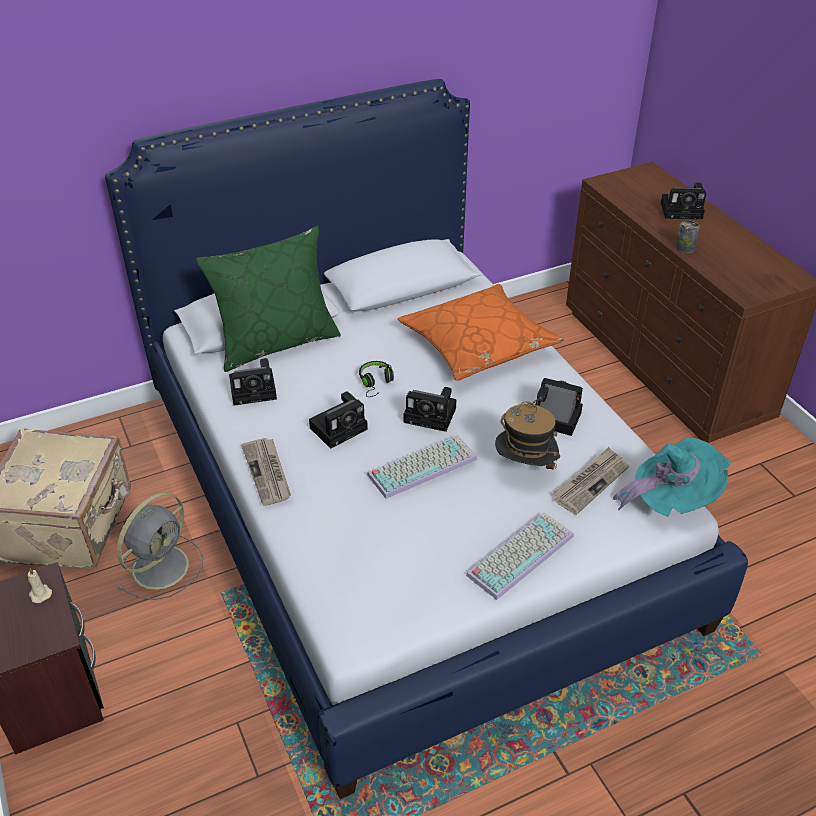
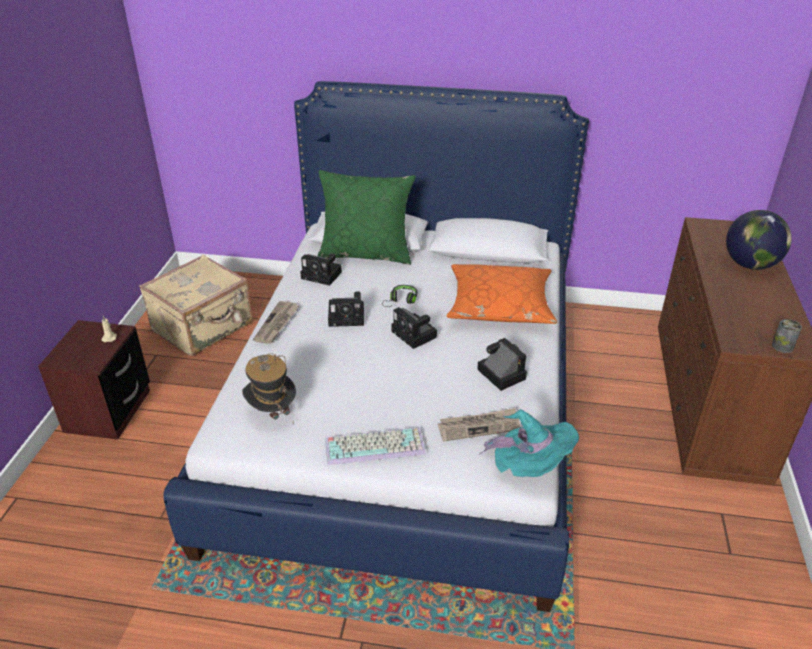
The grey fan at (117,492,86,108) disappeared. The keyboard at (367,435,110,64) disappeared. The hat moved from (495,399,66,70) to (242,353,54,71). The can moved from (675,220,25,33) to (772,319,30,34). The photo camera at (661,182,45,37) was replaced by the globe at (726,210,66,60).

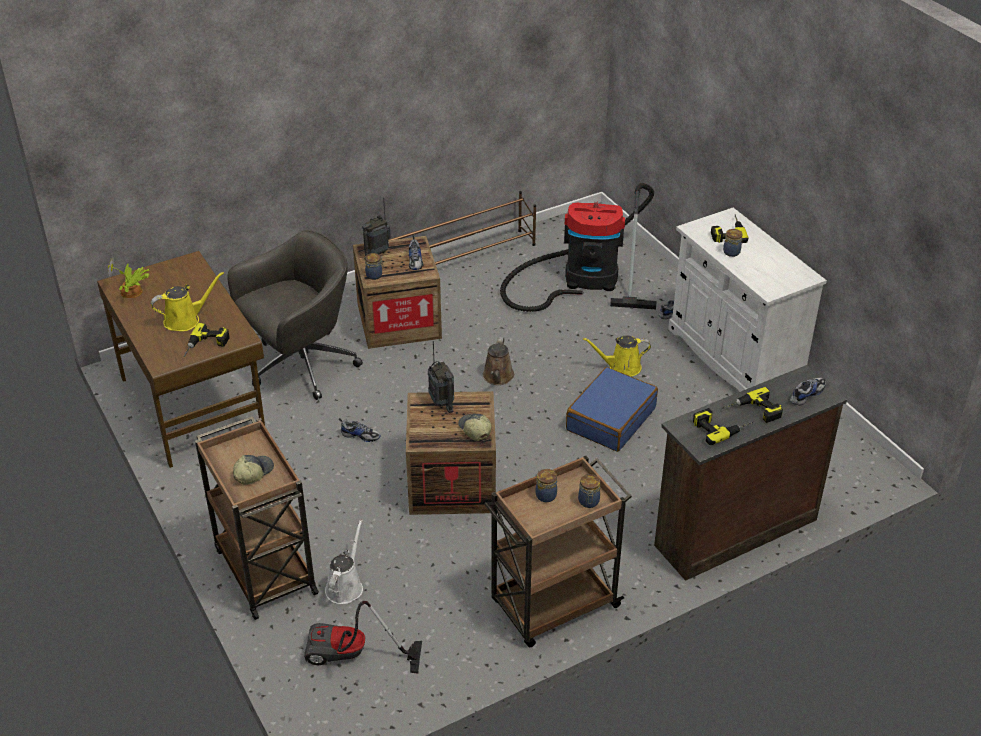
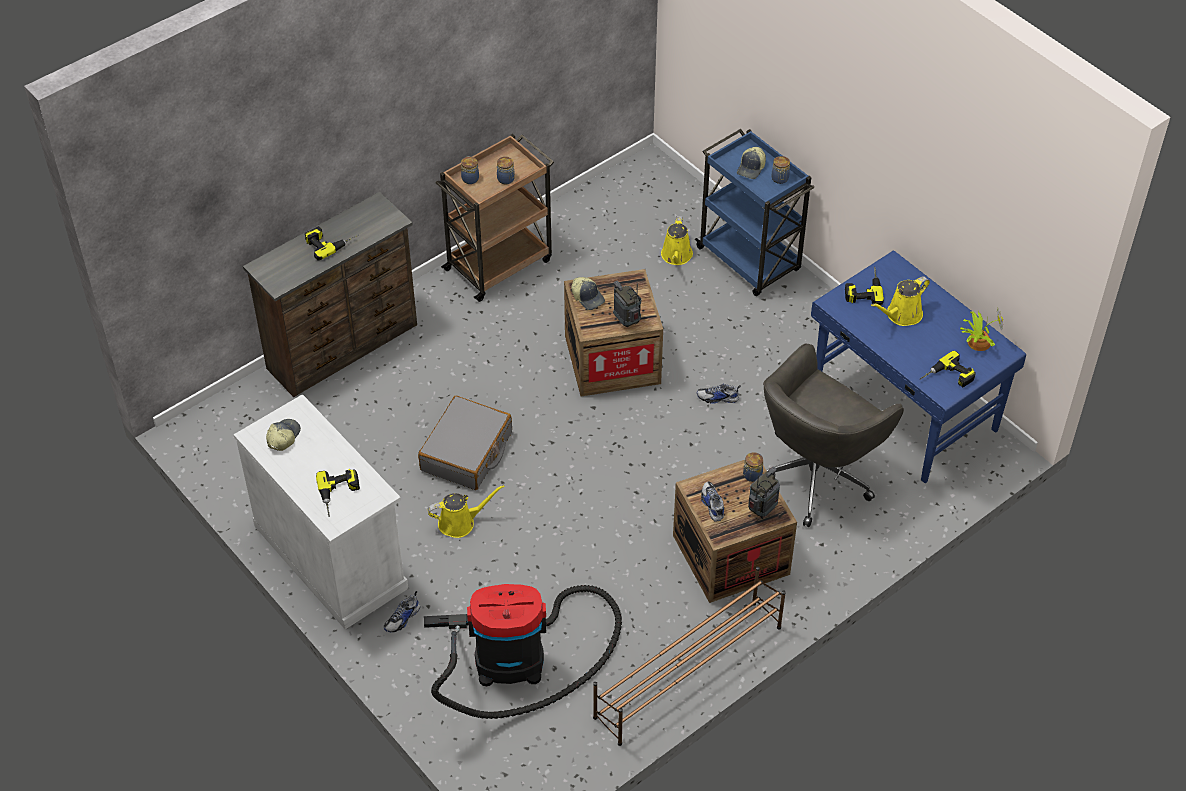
The vacuum cleaner at (304,601,118,73) disappeared. The brown watering can at (483,337,31,48) disappeared. The shoe at (790,378,36,27) disappeared. The cap at (266,419,35,32) appeared. The power drill moved from (693,408,61,37) to (920,351,56,36). The jar moved from (723,229,20,28) to (771,156,19,28). The brown desk at (97,251,168,217) became the blue desk at (811,250,215,233). The brown cart at (195,416,124,204) became the blue cart at (695,129,119,167). The white watering can at (325,519,38,85) became the yellow watering can at (661,216,32,49). The blue suitcase at (566,367,92,85) became the grey suitcase at (418,396,94,94).

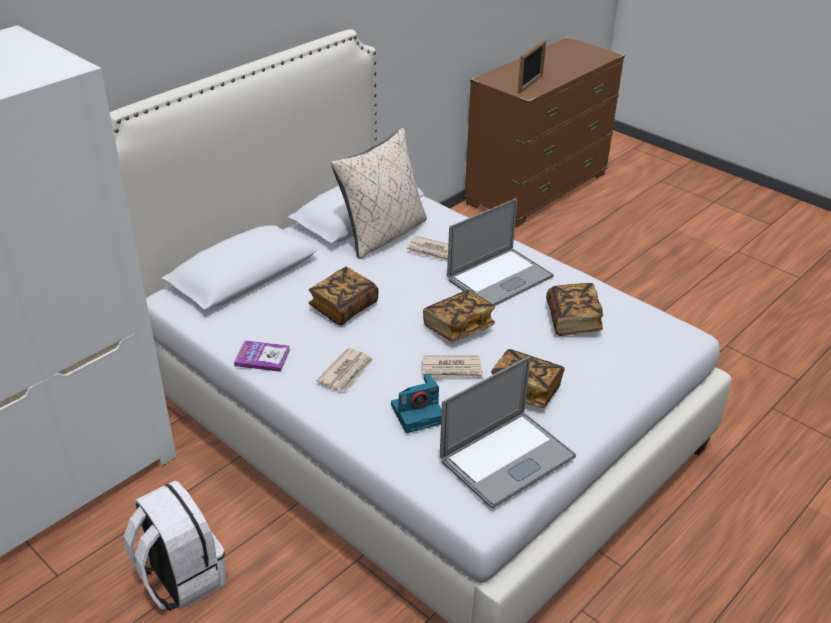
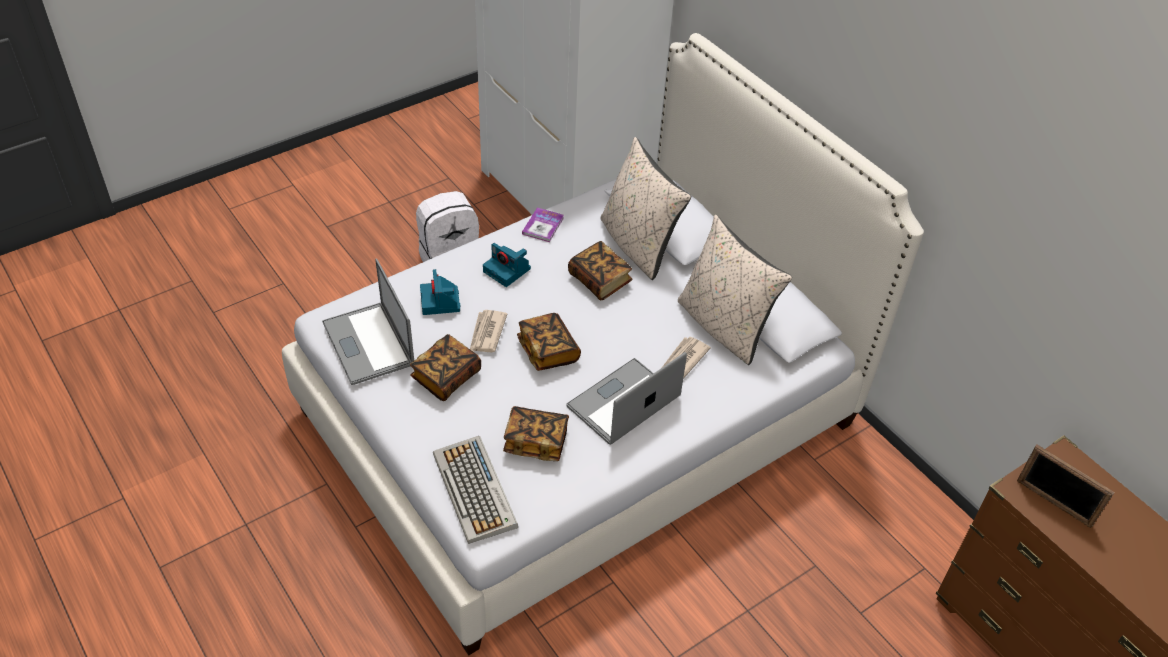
The keyboard at (433,436,85,108) appeared. The beige pillow at (600,137,91,143) appeared. The newspaper at (316,348,57,44) was replaced by the photo camera at (483,243,48,44). The laptop at (447,198,107,108) turned 75 degrees clockwise.

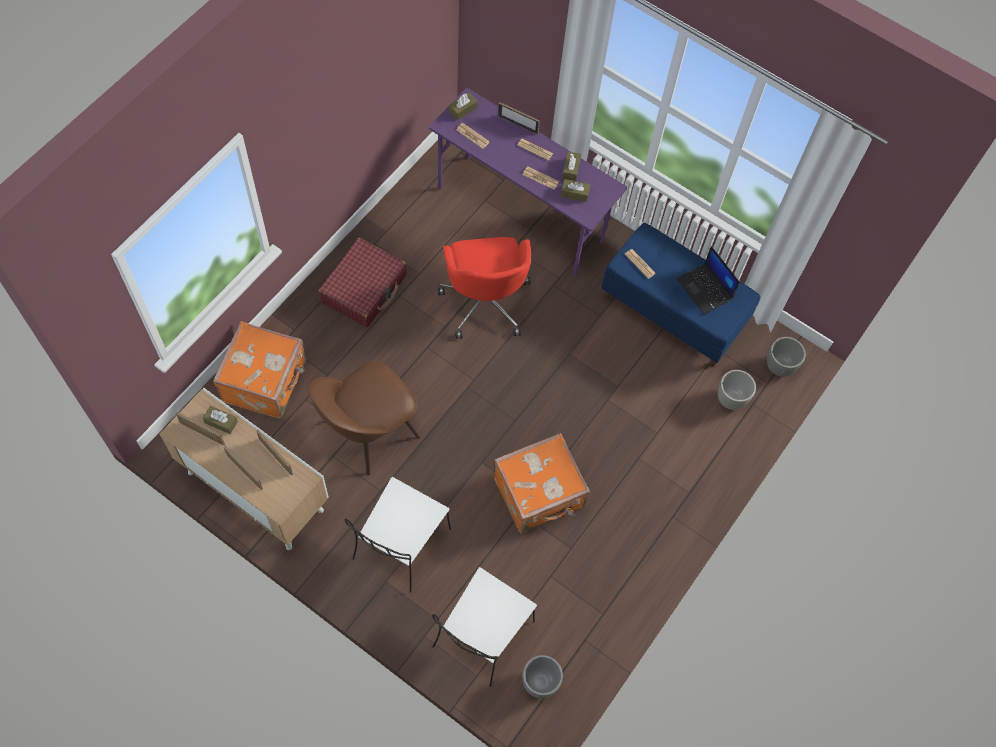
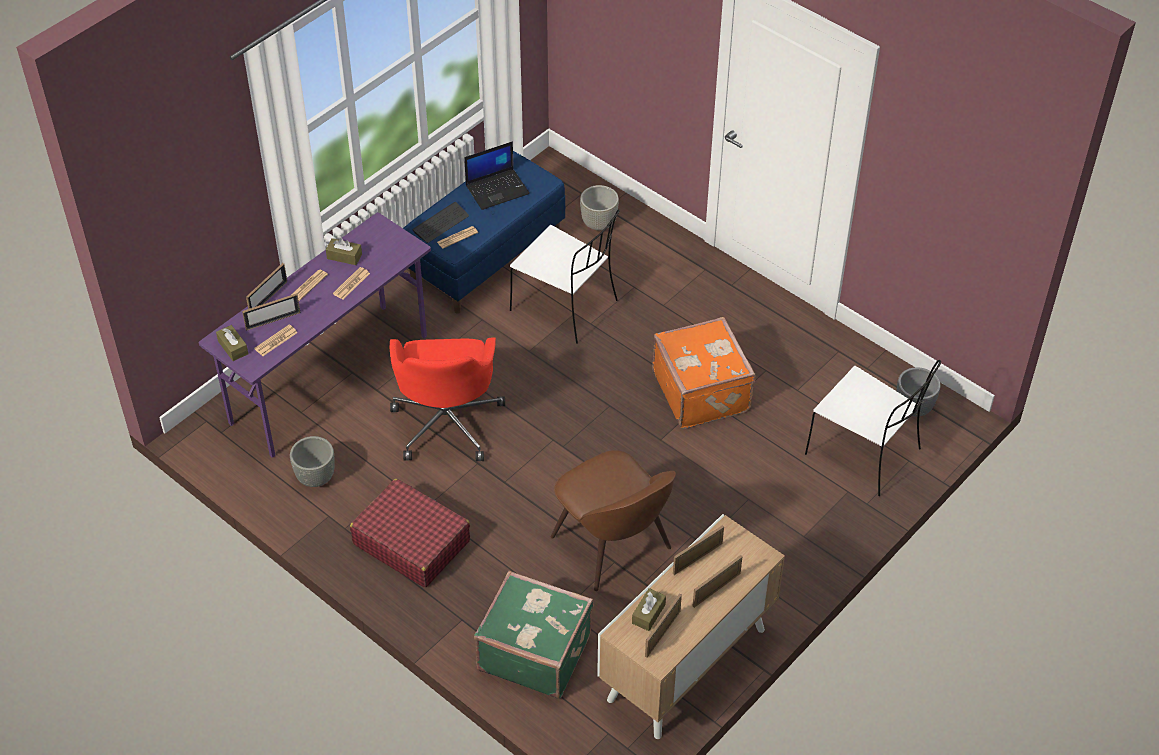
The brown tissue box at (561,179,29,23) disappeared. The picture frame at (242,293,58,38) appeared. The keyboard at (412,202,57,41) appeared. The white chair moved from (345,477,106,115) to (510,209,110,135). The grey planter moved from (767,337,39,40) to (290,436,45,51). The orange suitcase at (213,321,93,98) became the green suitcase at (474,571,119,128). The red office chair at (438,237,93,102) turned 90 degrees clockwise.

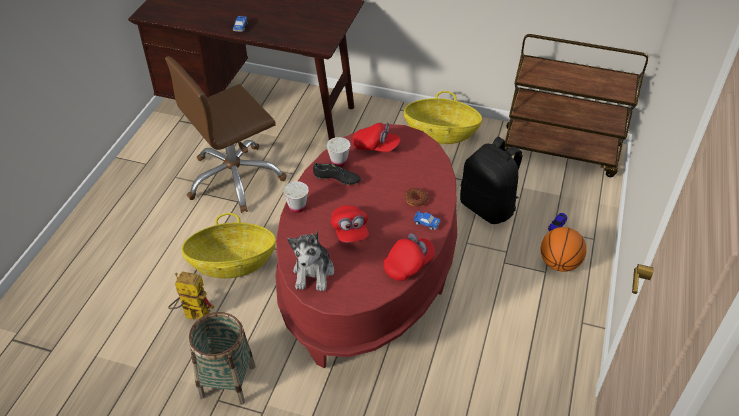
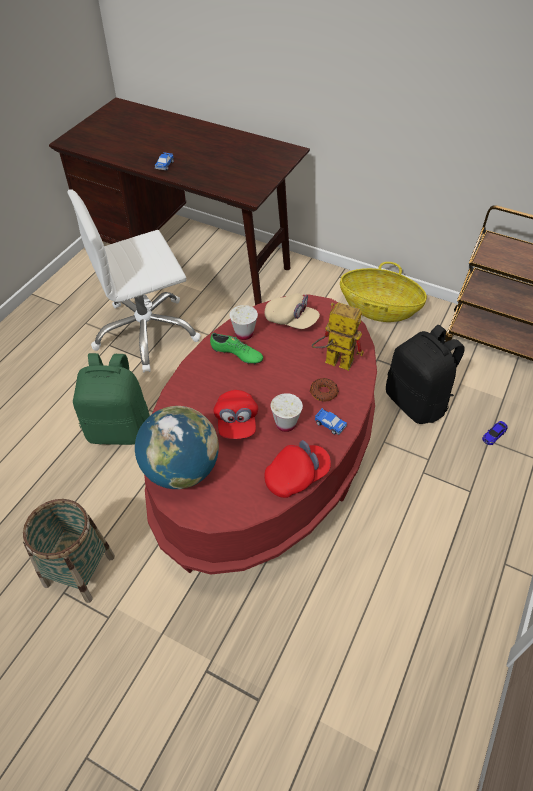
The basketball at (541,227,46,45) disappeared. The toy robot moved from (168,271,46,49) to (311,302,53,69). The white cup moved from (283,181,26,32) to (271,393,32,39). The basket at (182,213,94,65) was replaced by the green backpack at (73,353,77,92). The plush toy at (288,231,46,60) was replaced by the globe at (135,406,84,83). The brown office chair at (165,56,121,157) became the white office chair at (67,189,134,183). The black shoe at (313,163,48,23) became the green shoe at (210,333,53,31). The red cap at (353,123,48,29) became the beige cap at (265,293,55,36).

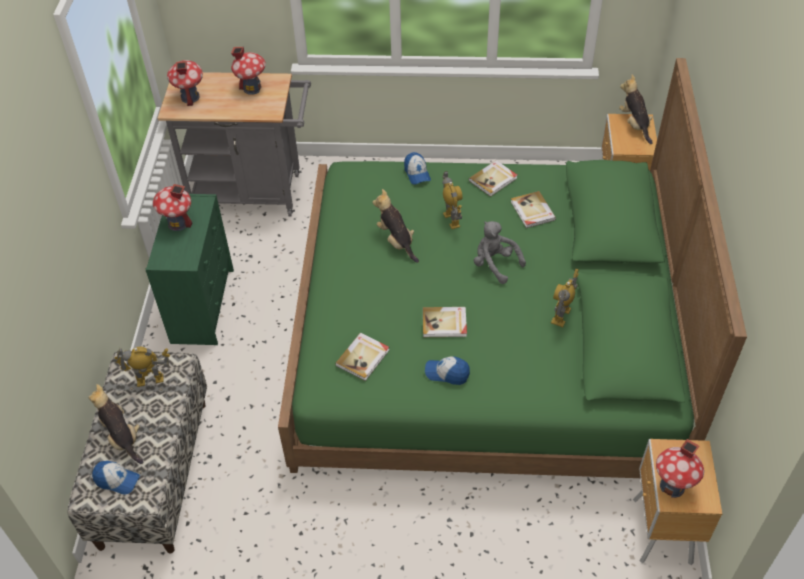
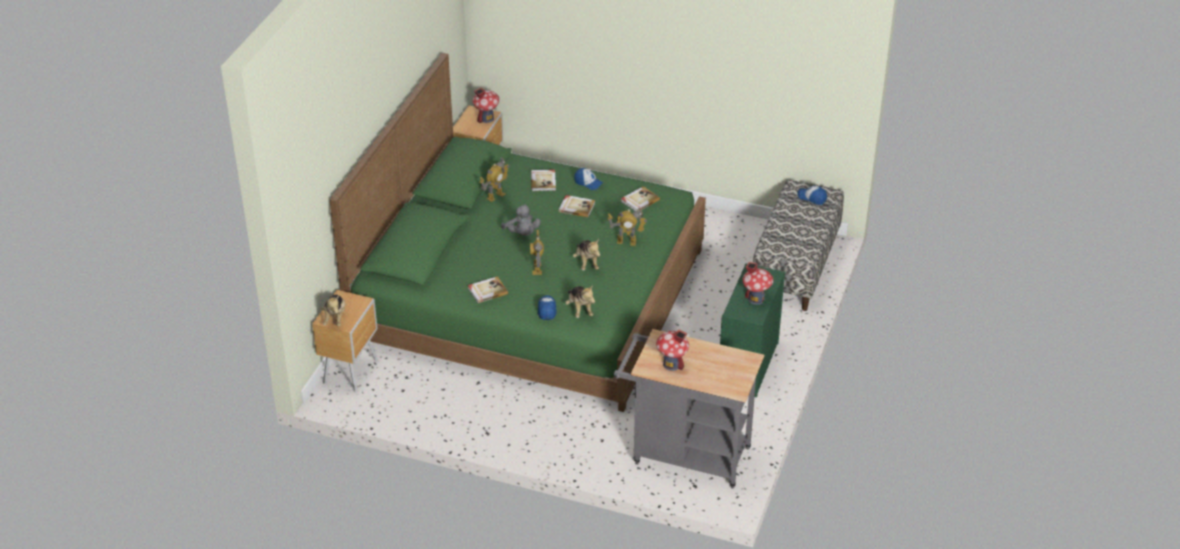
The toy house at (167,60,36,46) disappeared. The plush toy moved from (88,384,56,80) to (565,285,30,33). The toy robot moved from (113,347,57,40) to (607,208,40,38). The book moved from (511,191,45,37) to (531,169,25,22).

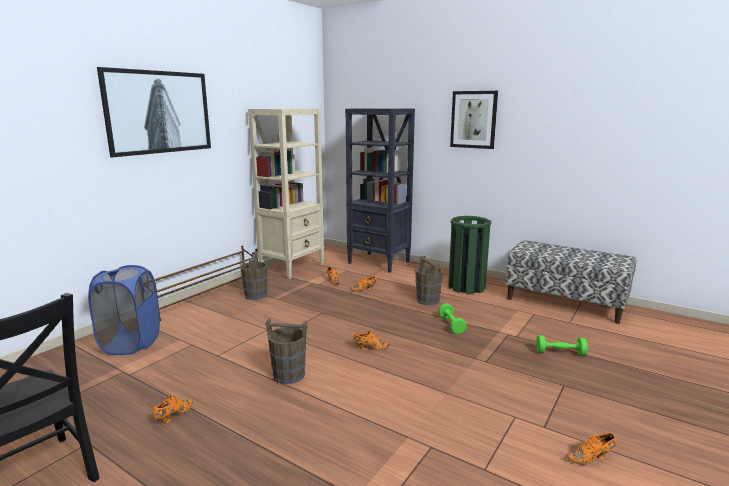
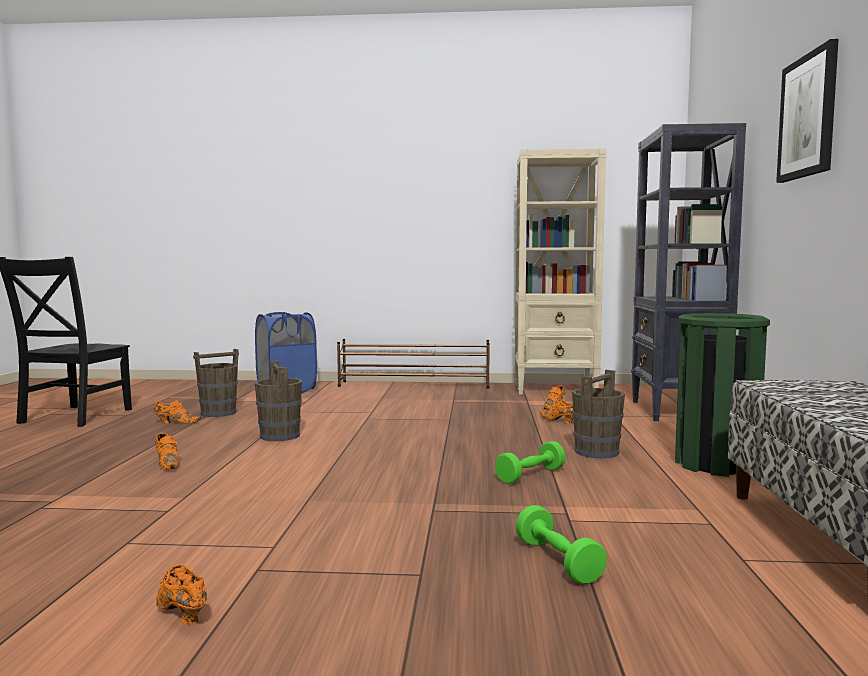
The picture at (97,67,114,90) disappeared. The brown bucket moved from (240,252,28,48) to (193,349,46,68). The orange shoe moved from (353,331,37,19) to (156,433,23,37).

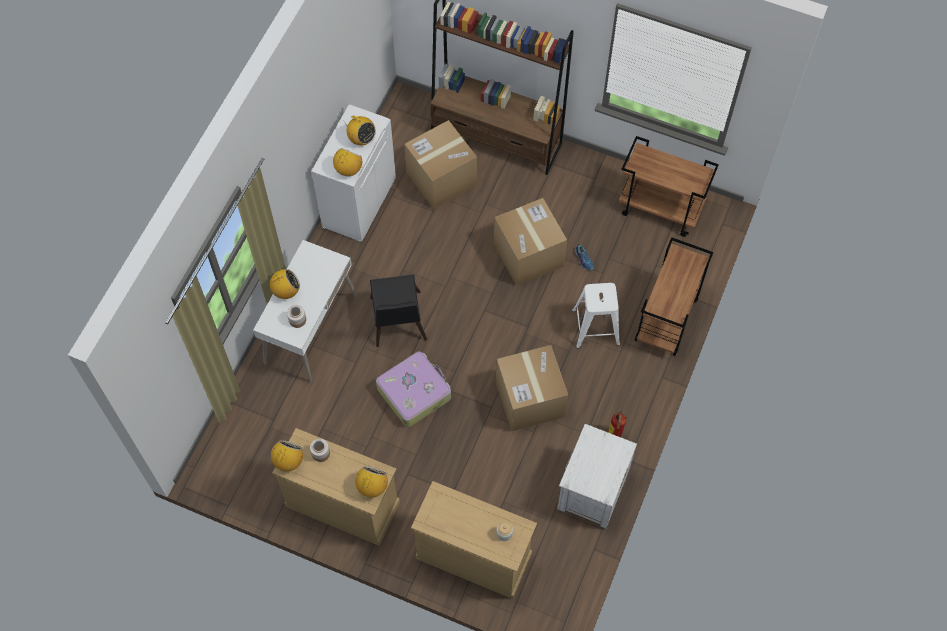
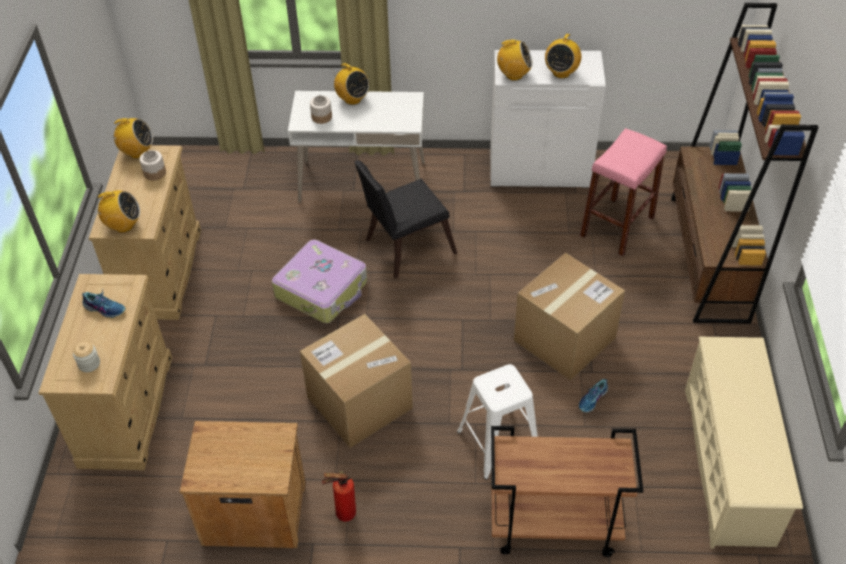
The shoe at (82,290,43,28) appeared. The cardboard box at (404,120,73,89) was replaced by the pink stool at (580,128,87,128). The brown cart at (618,136,101,101) was replaced by the beige shoe rack at (685,337,118,212). The white nightstand at (557,424,80,105) became the brown nightstand at (180,421,126,127).

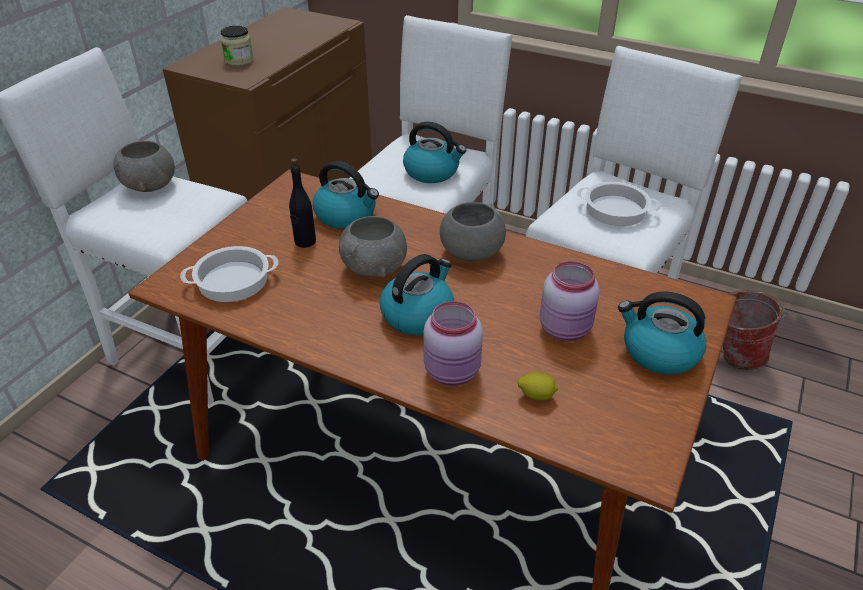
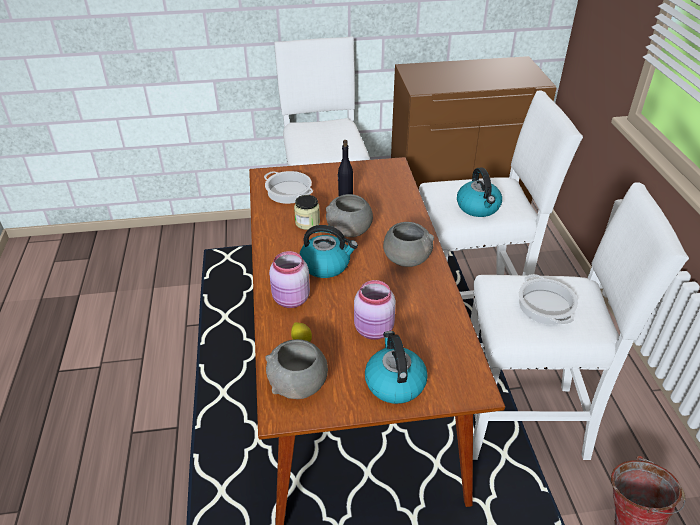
The kettle at (313,161,66,68) disappeared. The grey bowl moved from (114,141,61,51) to (265,339,63,60). The jar moved from (220,26,34,40) to (294,195,26,35).

